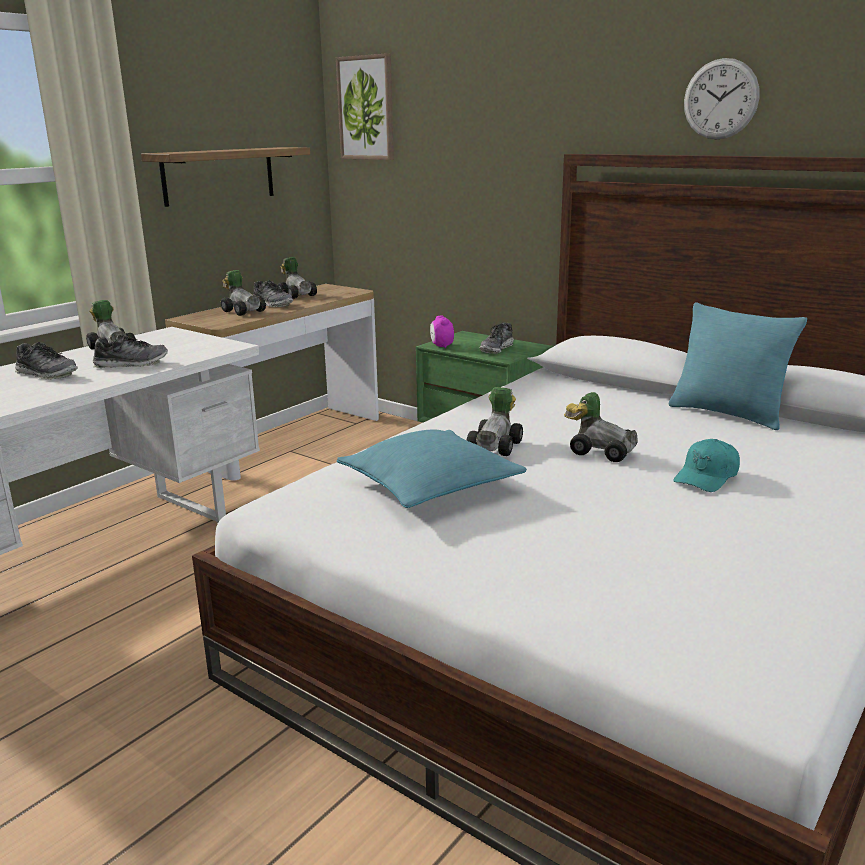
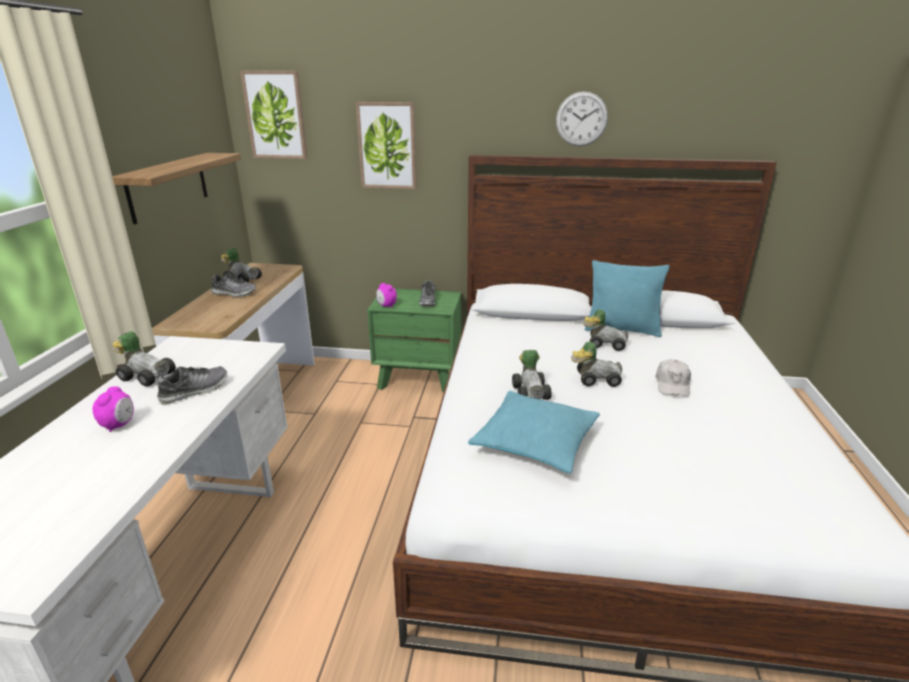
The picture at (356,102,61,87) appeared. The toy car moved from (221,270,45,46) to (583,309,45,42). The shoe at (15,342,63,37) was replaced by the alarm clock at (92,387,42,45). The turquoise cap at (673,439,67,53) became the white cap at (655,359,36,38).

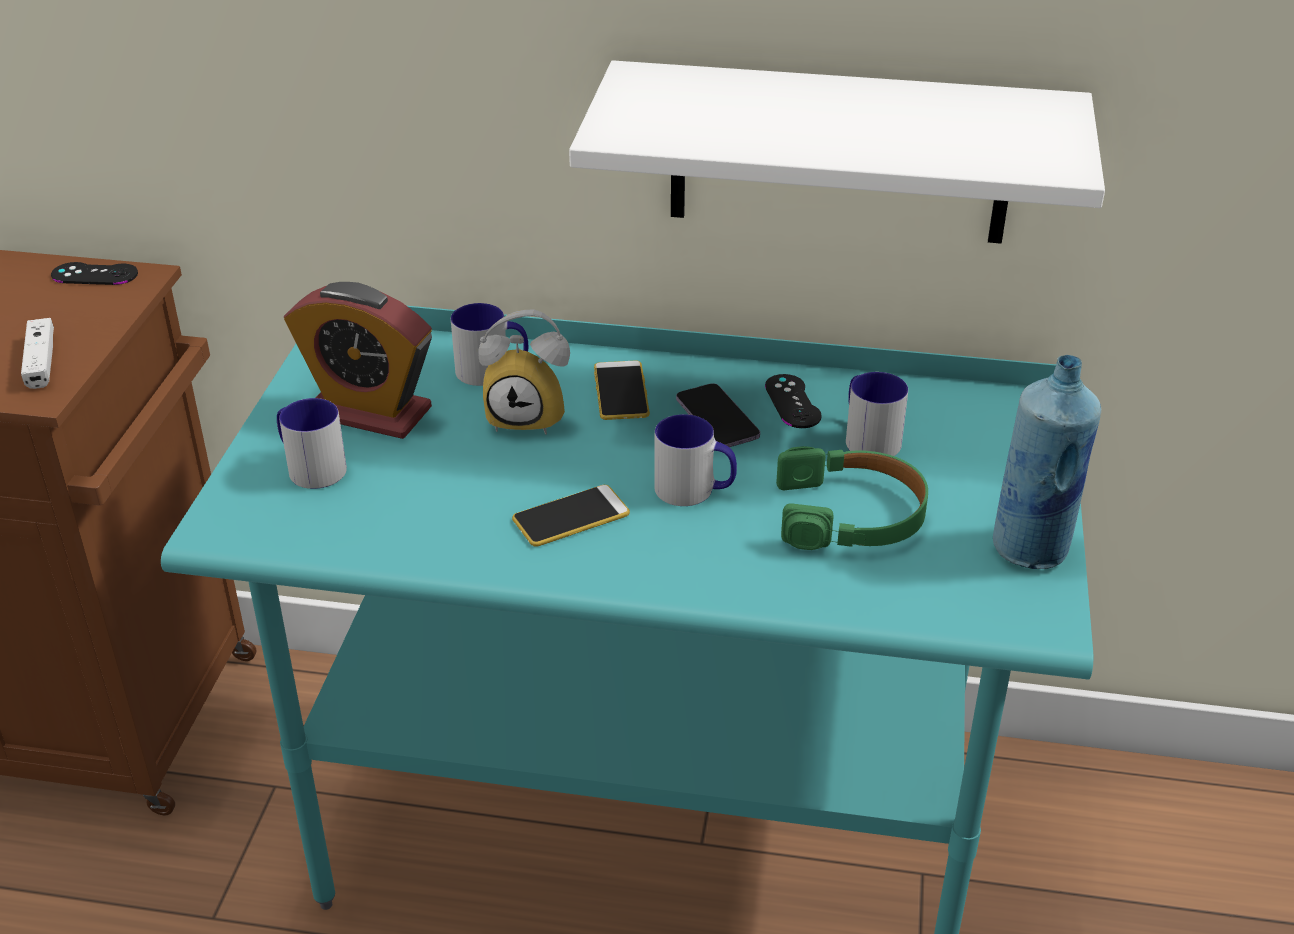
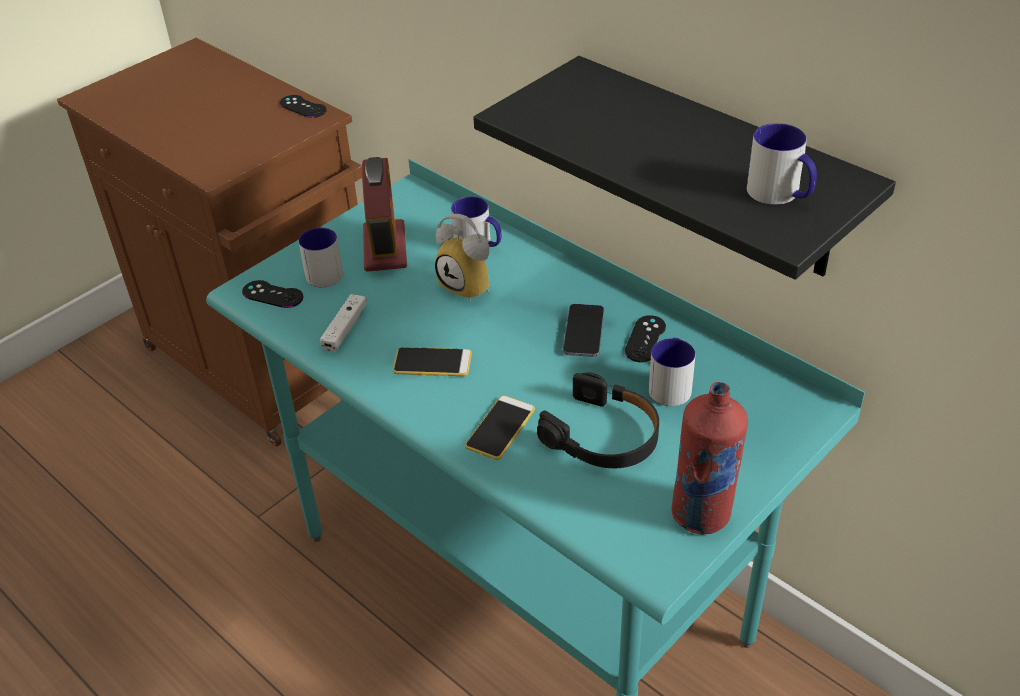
The black game controller at (242,280,61,28) appeared. The white game controller moved from (21,318,33,71) to (320,294,47,58). The phone moved from (594,360,56,60) to (465,395,70,65). The mug moved from (654,414,83,92) to (747,123,70,82). The white shelf at (569,61,536,183) became the black shelf at (473,56,423,224). The green headphones at (776,446,152,104) became the black headphones at (537,372,122,96). The blue bottle at (993,355,108,214) became the red bottle at (672,382,76,152). The alarm clock at (284,282,148,157) turned 150 degrees counterclockwise.

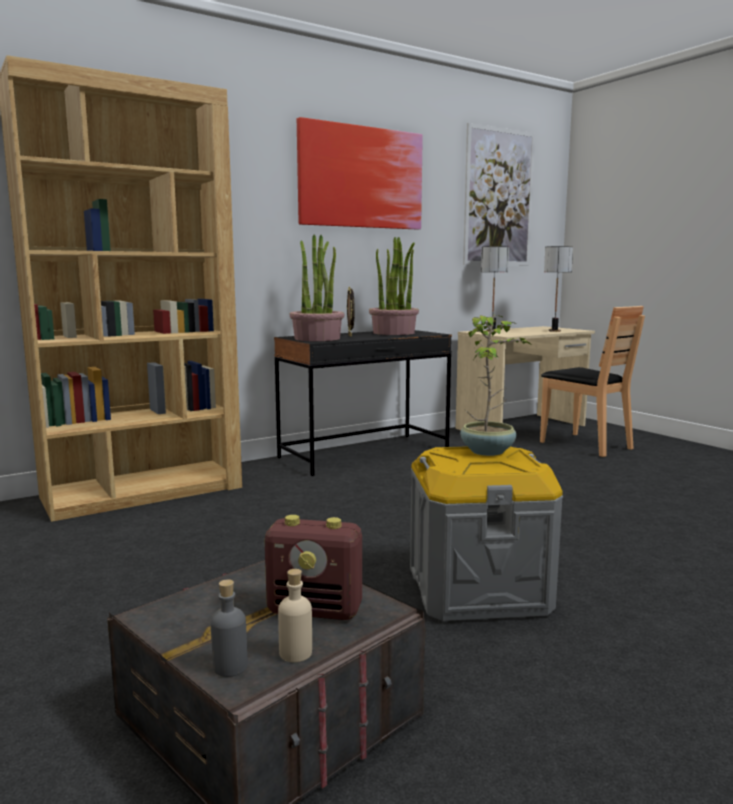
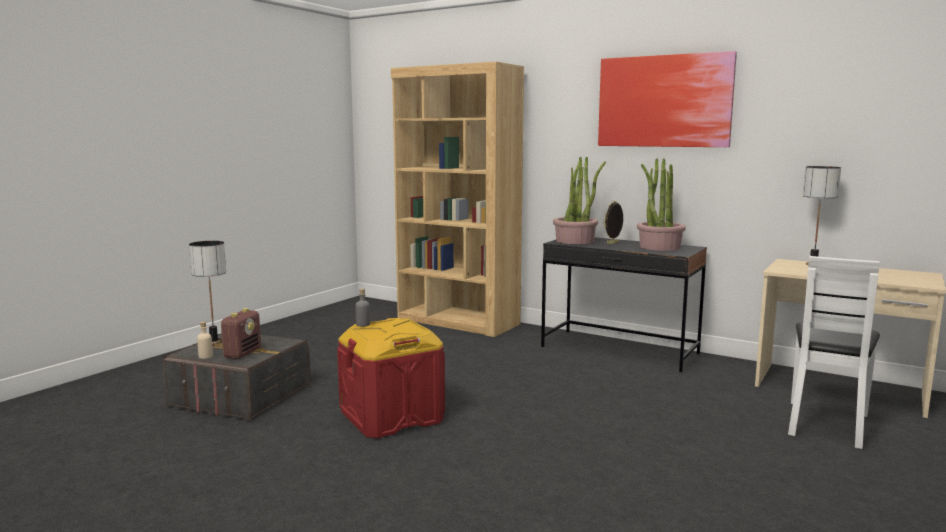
The potted plant at (460,315,70,141) disappeared. The picture at (463,123,72,142) disappeared. The grey bottle moved from (211,579,37,98) to (356,289,14,38). The table lamp moved from (544,246,29,86) to (189,241,37,103). The grey storage box at (410,446,153,175) became the red storage box at (337,318,108,120). The brown chair at (540,306,105,151) became the white chair at (788,256,92,193). The radio at (265,515,97,105) turned 150 degrees counterclockwise.

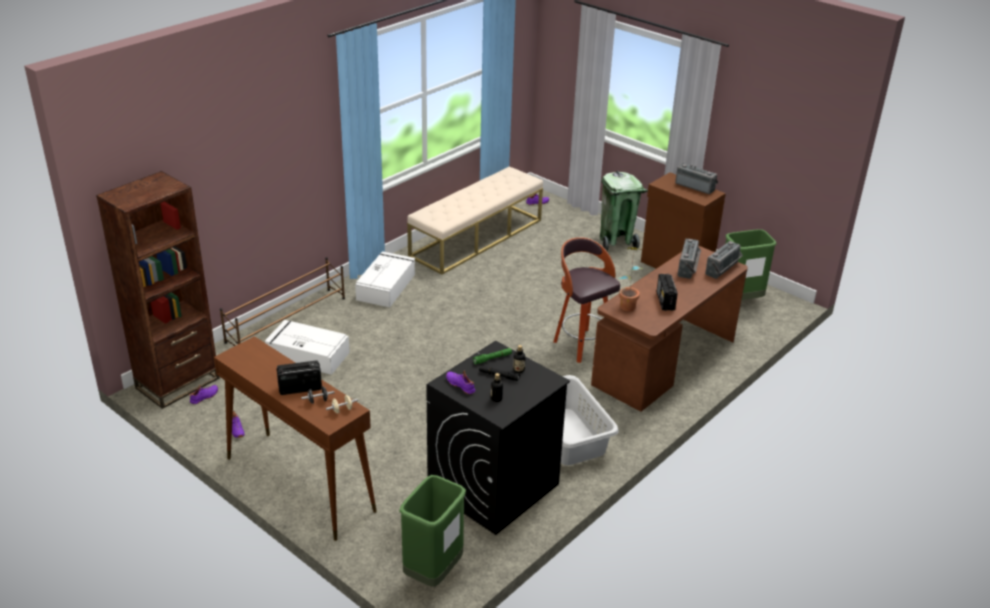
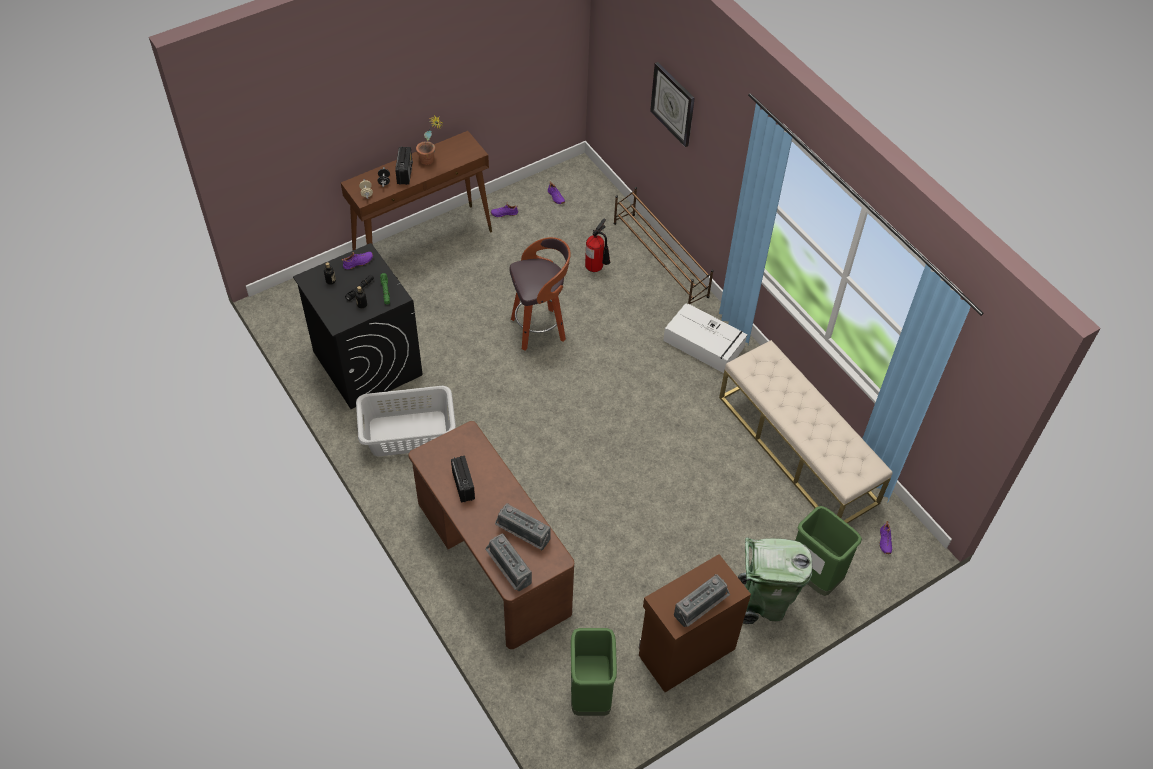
The brown bookcase at (96,171,124,238) disappeared. The wall clock at (650,62,45,85) appeared. The green trash can moved from (399,475,67,112) to (795,506,67,90). The stool moved from (553,237,67,126) to (509,237,62,114). The potted plant moved from (618,247,25,64) to (416,117,28,48). The white storage box at (265,320,85,55) was replaced by the fire extinguisher at (585,219,25,53). The radio at (657,274,21,37) turned 60 degrees clockwise.

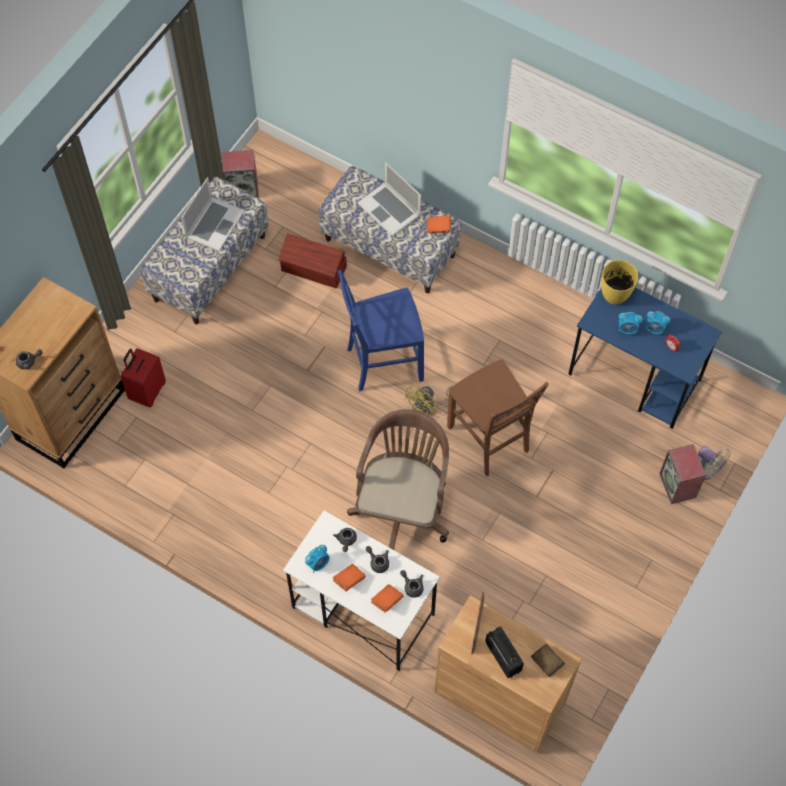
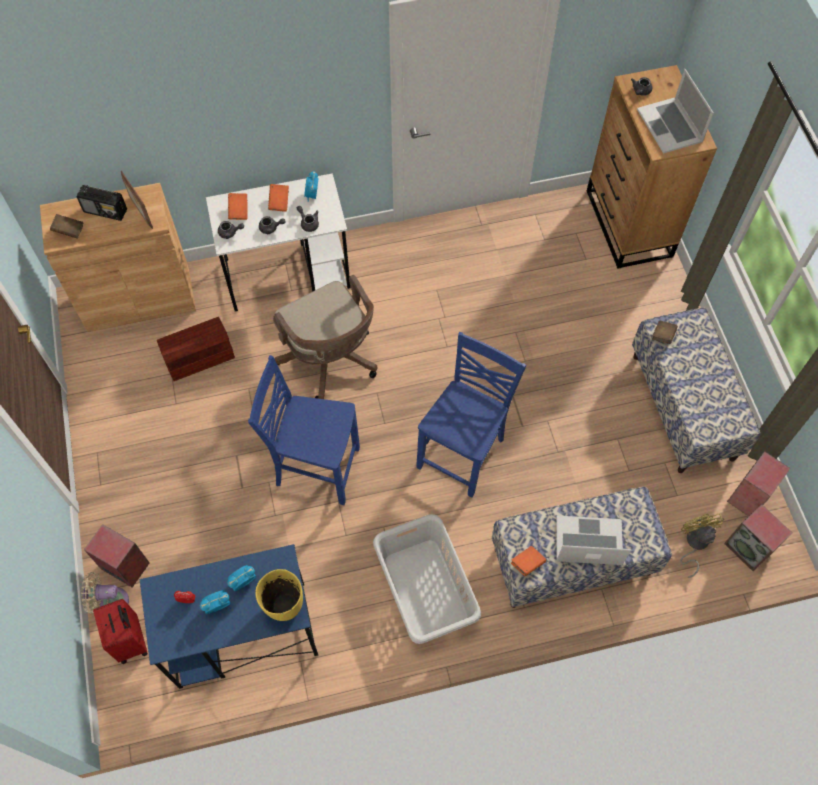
The grey laundry basket at (373,514,108,130) appeared. The brown book at (652,321,26,23) appeared. The speaker at (724,504,68,67) appeared. The red suitcase moved from (121,348,45,60) to (93,599,55,65). The laptop moved from (181,177,63,74) to (637,69,77,85). The brown storage box moved from (278,233,69,56) to (157,317,78,64). The yellow fan moved from (404,384,49,31) to (680,513,44,65). The brown chair at (447,359,102,117) became the blue chair at (248,355,112,150).

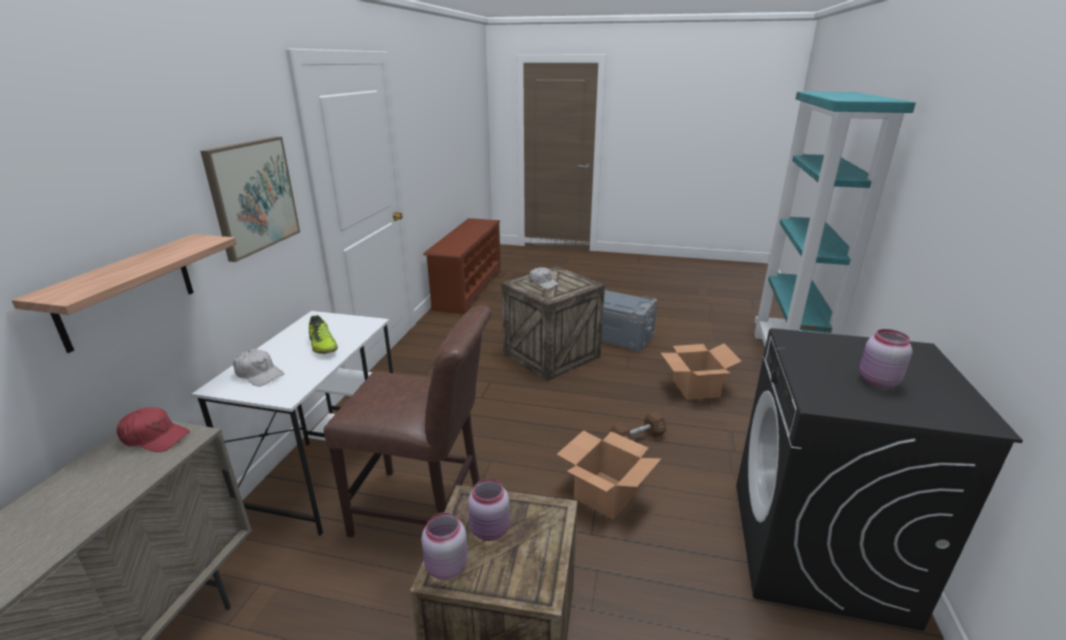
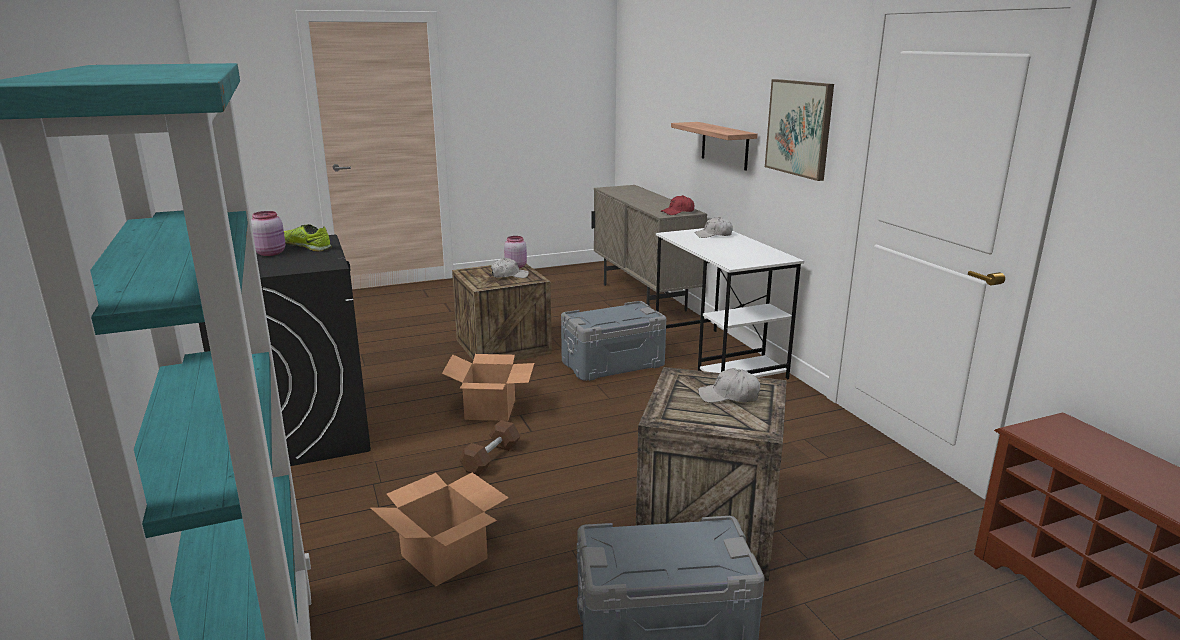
The shoe moved from (309,315,29,39) to (284,224,47,27). The brown chair at (324,305,168,233) was replaced by the grey storage box at (561,301,105,80). The pink jar at (468,479,42,62) was replaced by the white cap at (491,258,38,20).

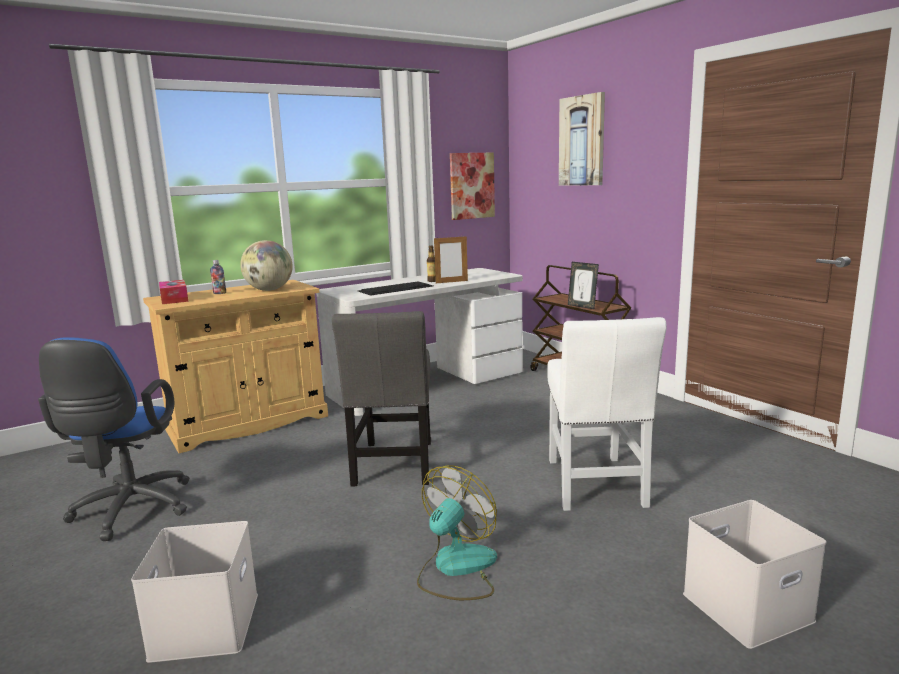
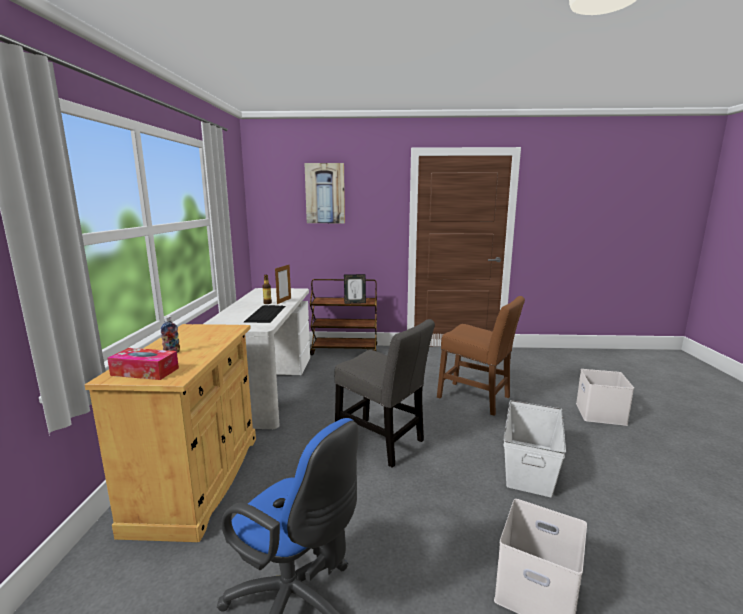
The globe at (240,240,53,51) disappeared. The picture at (450,153,45,67) disappeared. The fan at (417,465,80,135) was replaced by the white storage box at (503,400,63,98). The white chair at (547,317,120,194) became the brown chair at (437,296,88,119).

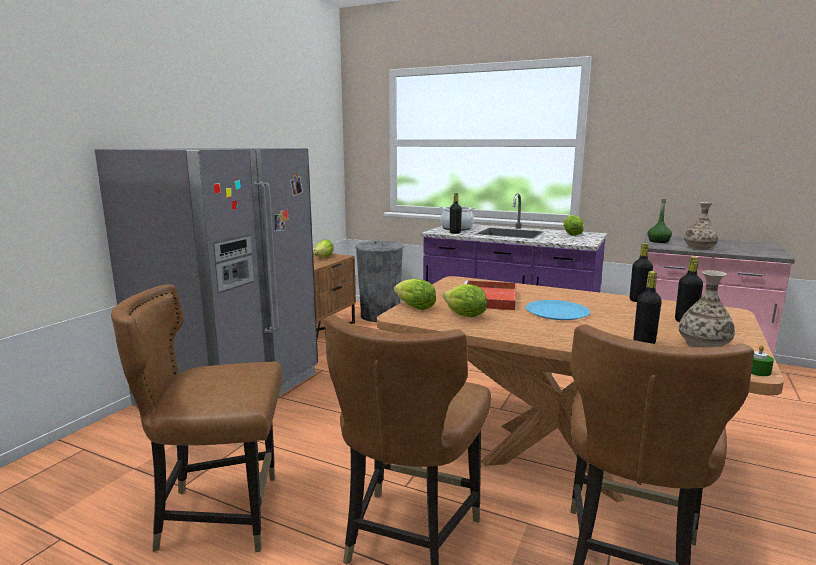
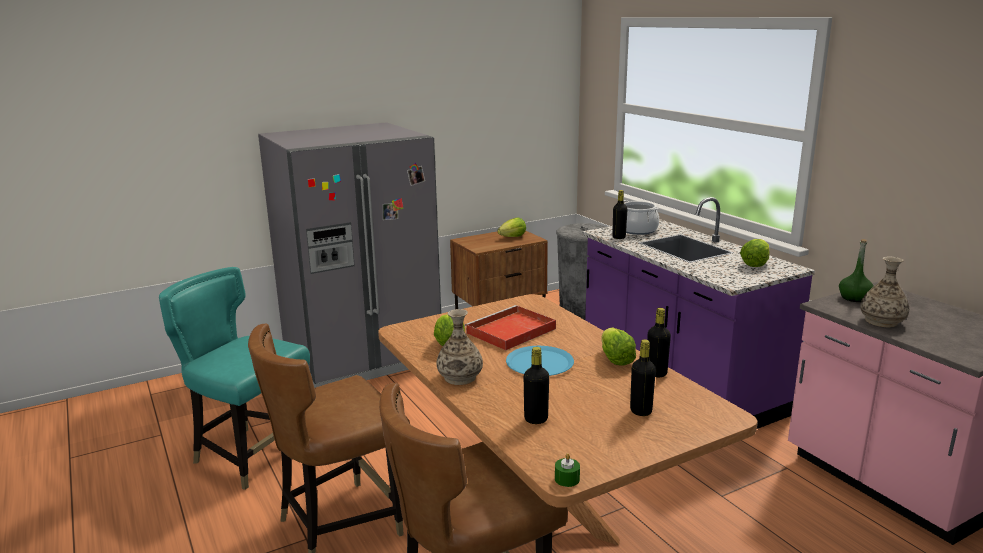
The lettuce moved from (394,279,42,31) to (601,327,35,39). The vase moved from (679,270,56,77) to (437,309,46,76). The brown chair at (111,284,171,268) became the turquoise chair at (159,267,151,223).

